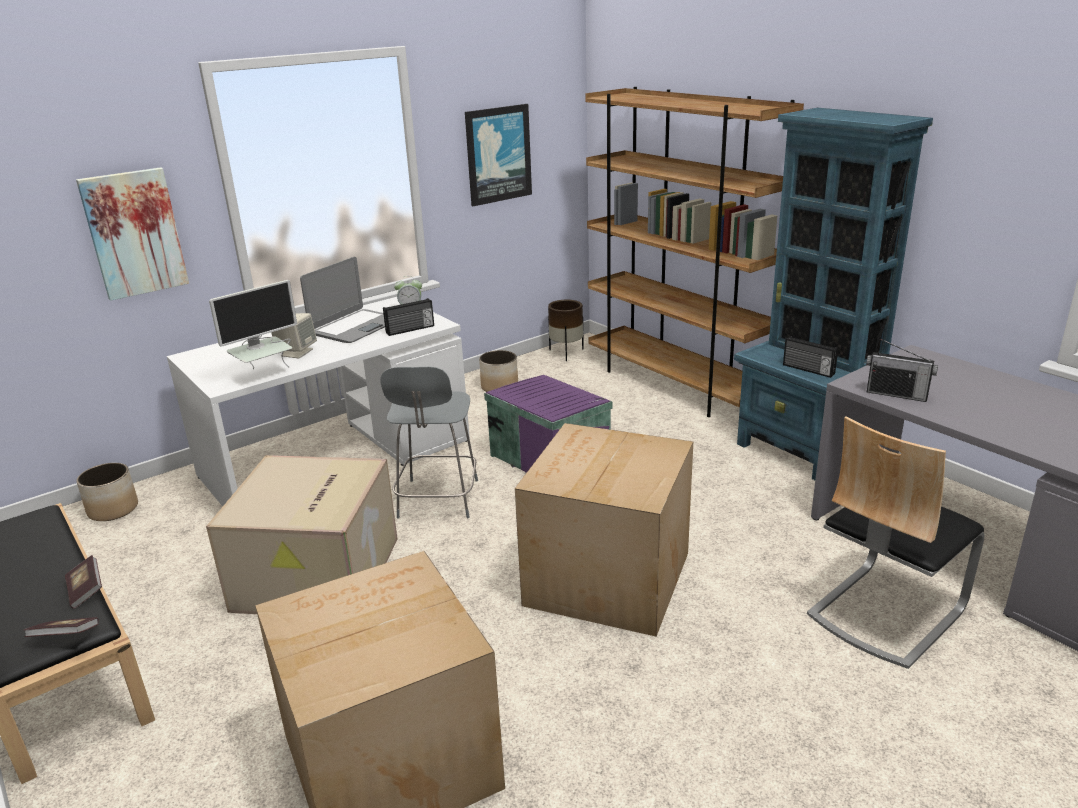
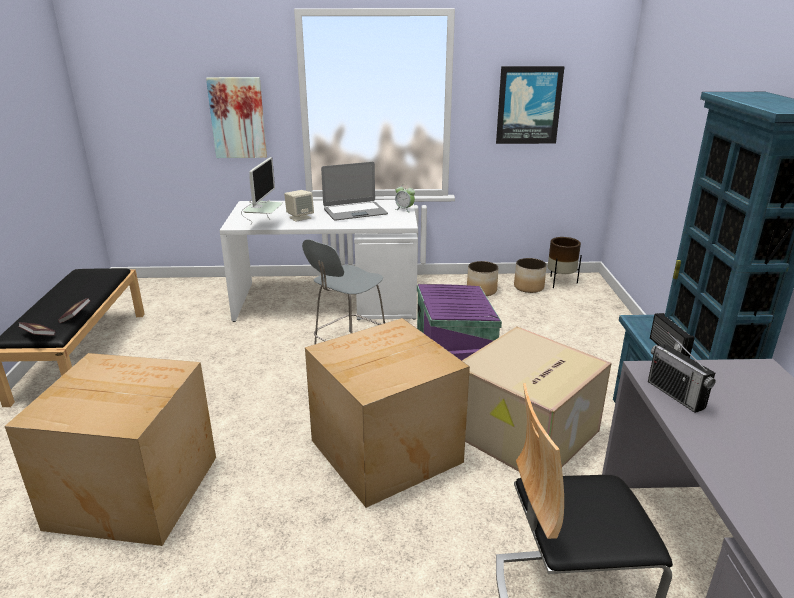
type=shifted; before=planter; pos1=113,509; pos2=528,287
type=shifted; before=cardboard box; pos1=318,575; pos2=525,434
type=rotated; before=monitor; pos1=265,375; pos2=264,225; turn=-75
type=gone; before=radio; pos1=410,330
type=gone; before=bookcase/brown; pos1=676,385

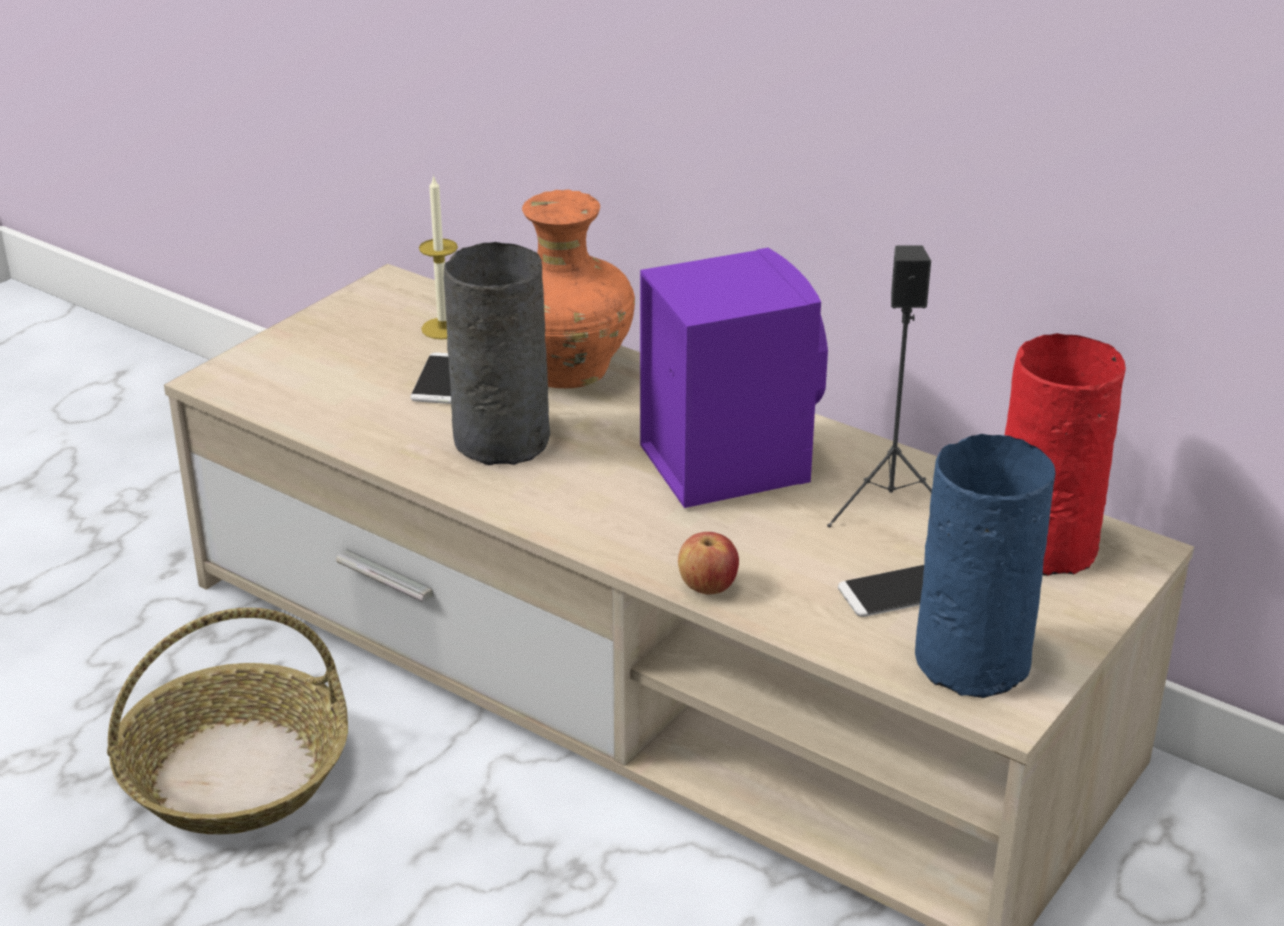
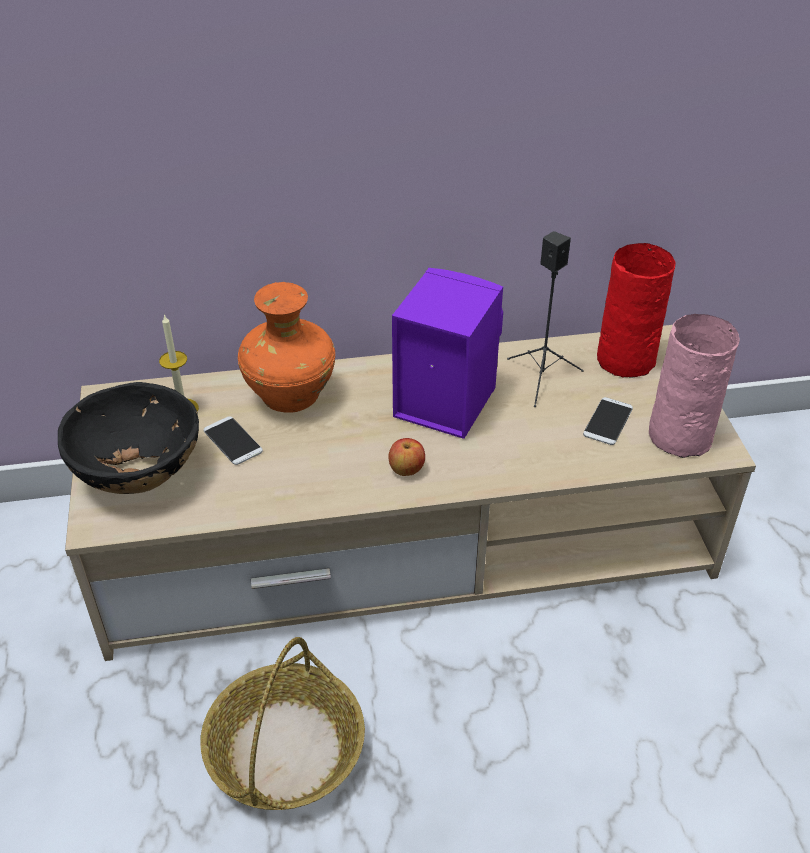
type=gone; before=vase/grey; pos1=503,438
type=shifted; before=apple; pos1=708,587; pos2=406,470
type=repainted; before=vase/blue; after=vase/pink; pos1=974,659; pos2=680,434
type=new; after=bowl/black; pos2=139,474

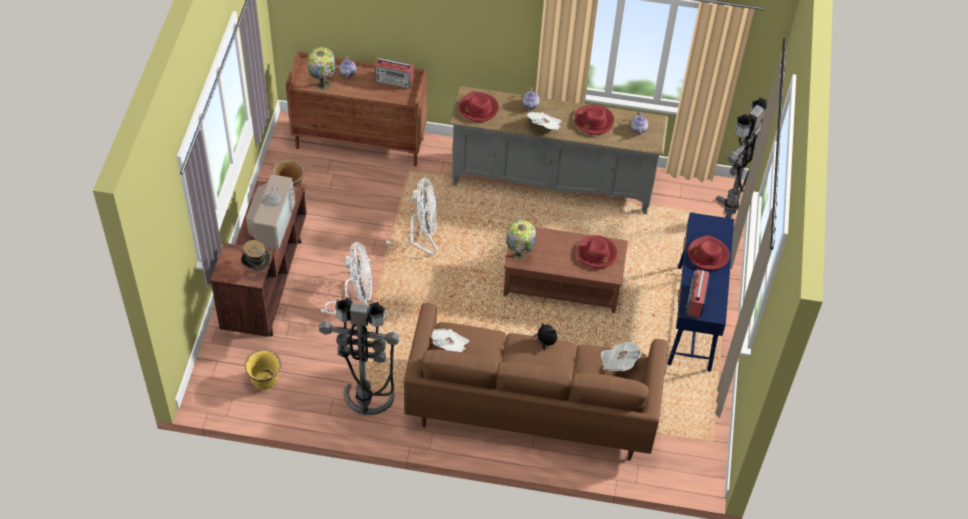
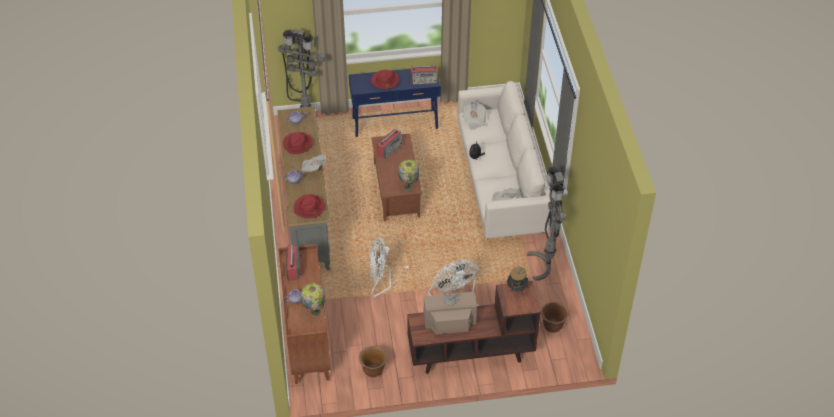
type=repainted; before=planter/yellow; after=planter/brown; pos1=265,380; pos2=552,326
type=rotated; before=fan/white; pos1=420,232; pos2=383,277; turn=-75
type=repainted; before=sofa/brown; after=sofa/white; pos1=531,406; pos2=500,184
type=swapped; before=hat/red; after=radio; pos1=597,254; pos2=390,149

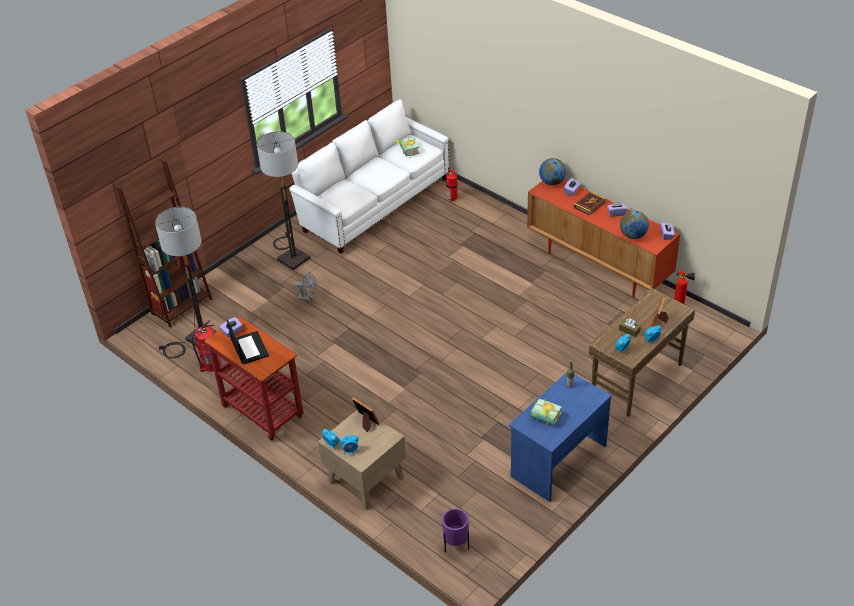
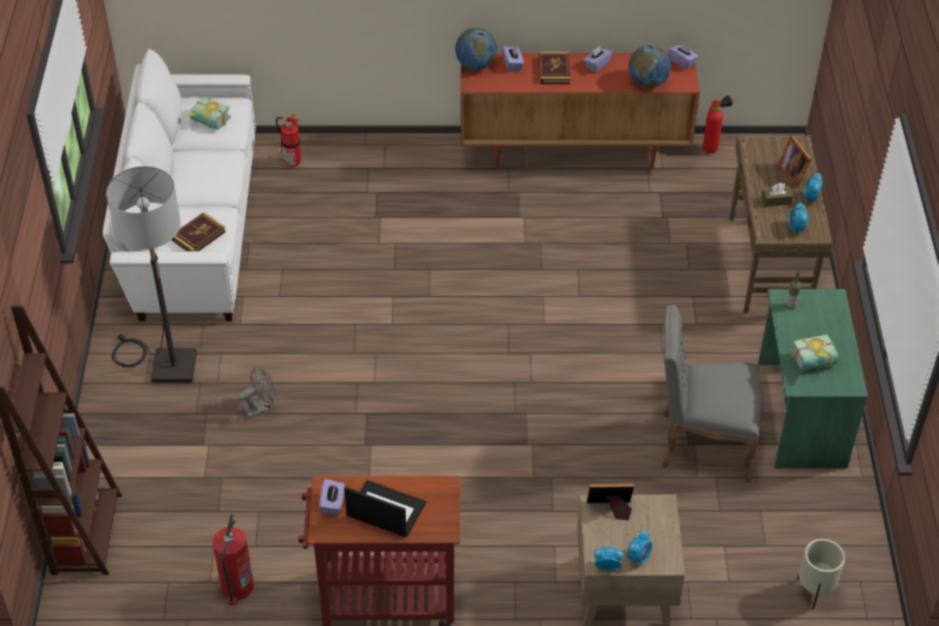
type=gone; before=floor lamp; pos1=194,342
type=repainted; before=planter/purple; after=planter/beige; pos1=456,545; pos2=814,592
type=repainted; before=desk/blue; after=desk/green; pos1=557,460; pos2=799,414
type=new; after=book; pos2=198,236
type=new; after=chair/grey; pos2=703,443

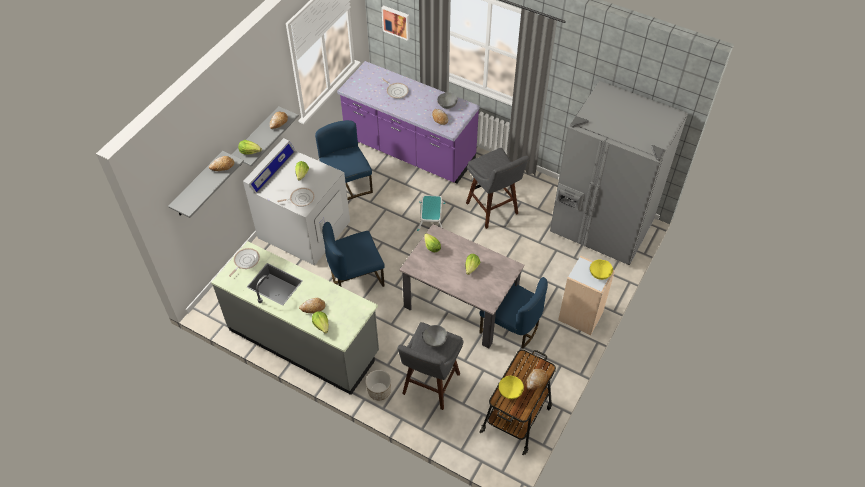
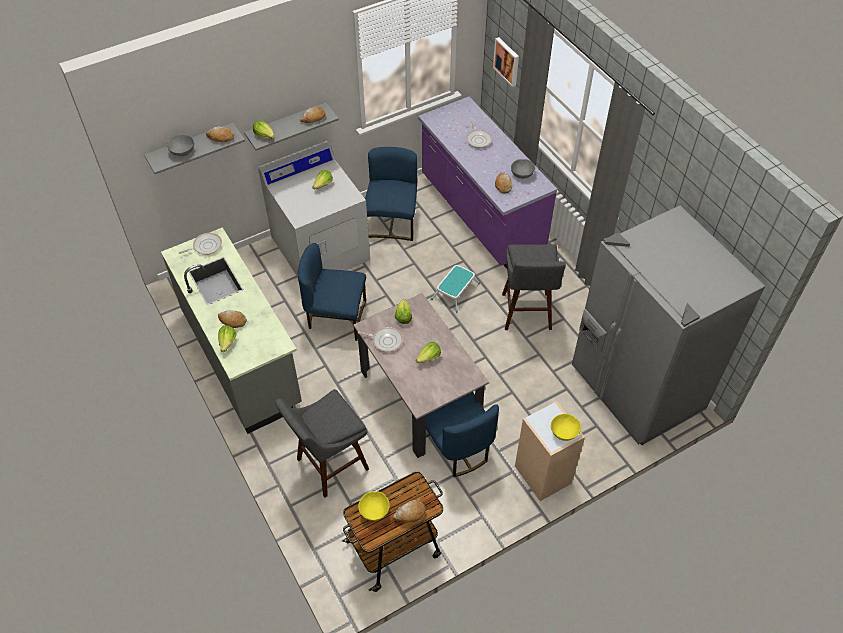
type=shifted; before=frying pan; pos1=300,199; pos2=385,340
type=gone; before=planter; pos1=379,391
type=shifted; before=bowl/grey; pos1=435,340; pos2=182,152

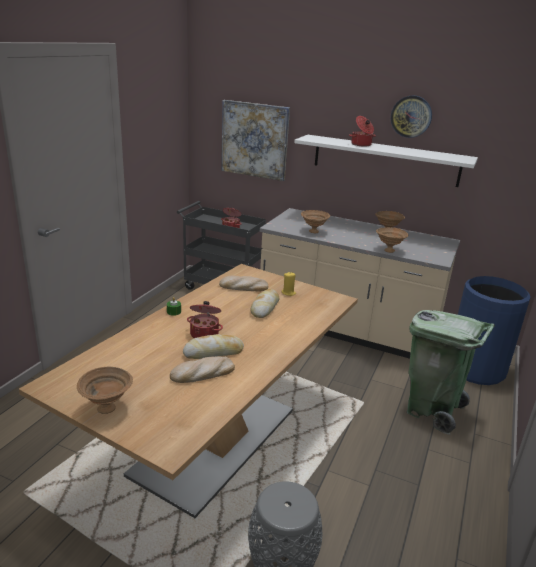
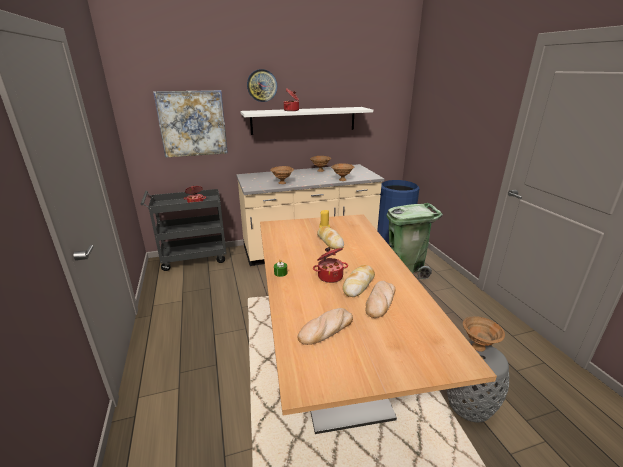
type=shifted; before=bowl/brown; pos1=107,408; pos2=477,346
type=shifted; before=bread; pos1=243,287; pos2=326,329
type=shifted; before=wall clock; pos1=411,116; pos2=262,85

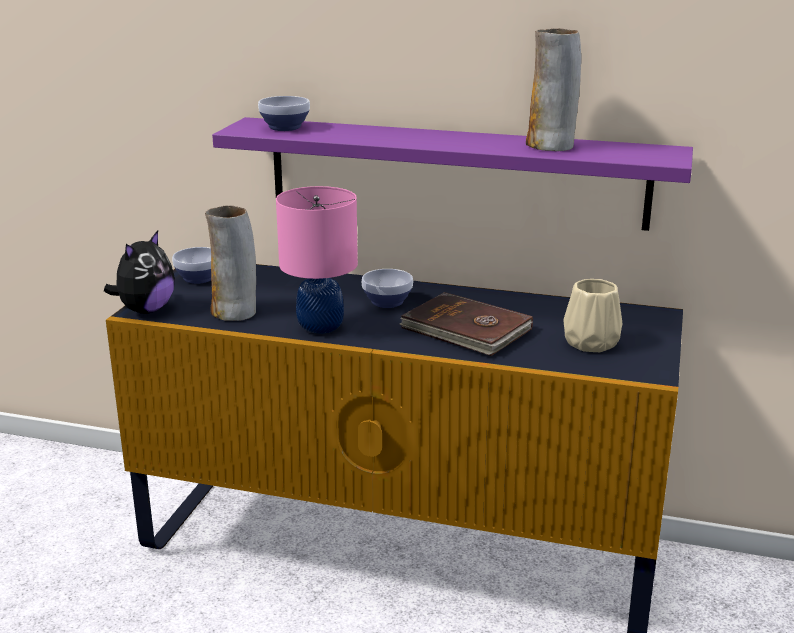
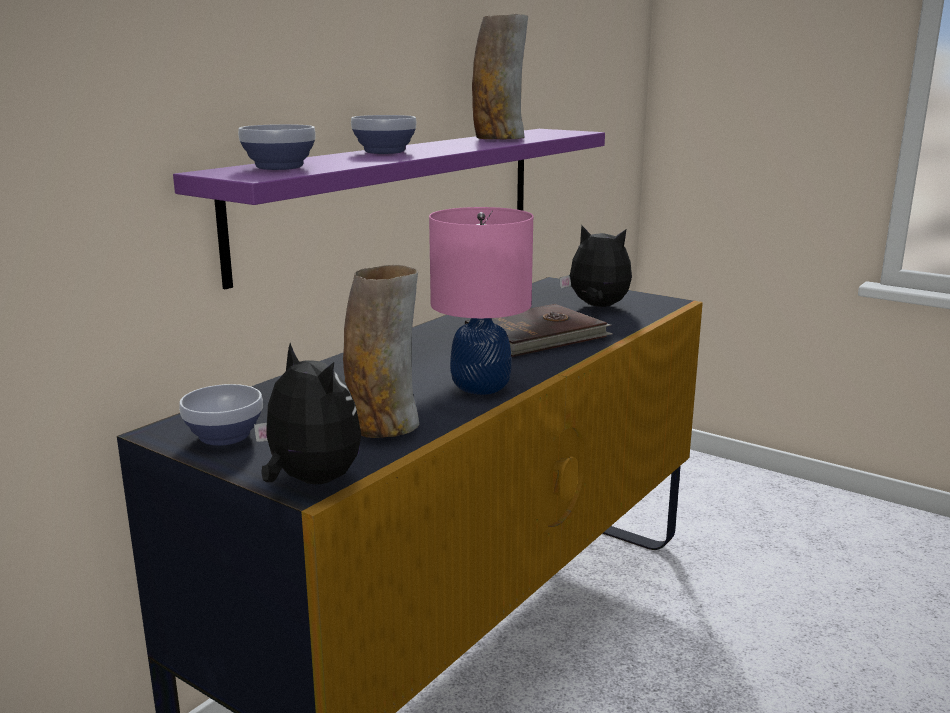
type=shifted; before=bowl; pos1=385,302; pos2=384,152
type=swapped; before=vase/beige; after=plush toy; pos1=589,342; pos2=597,307

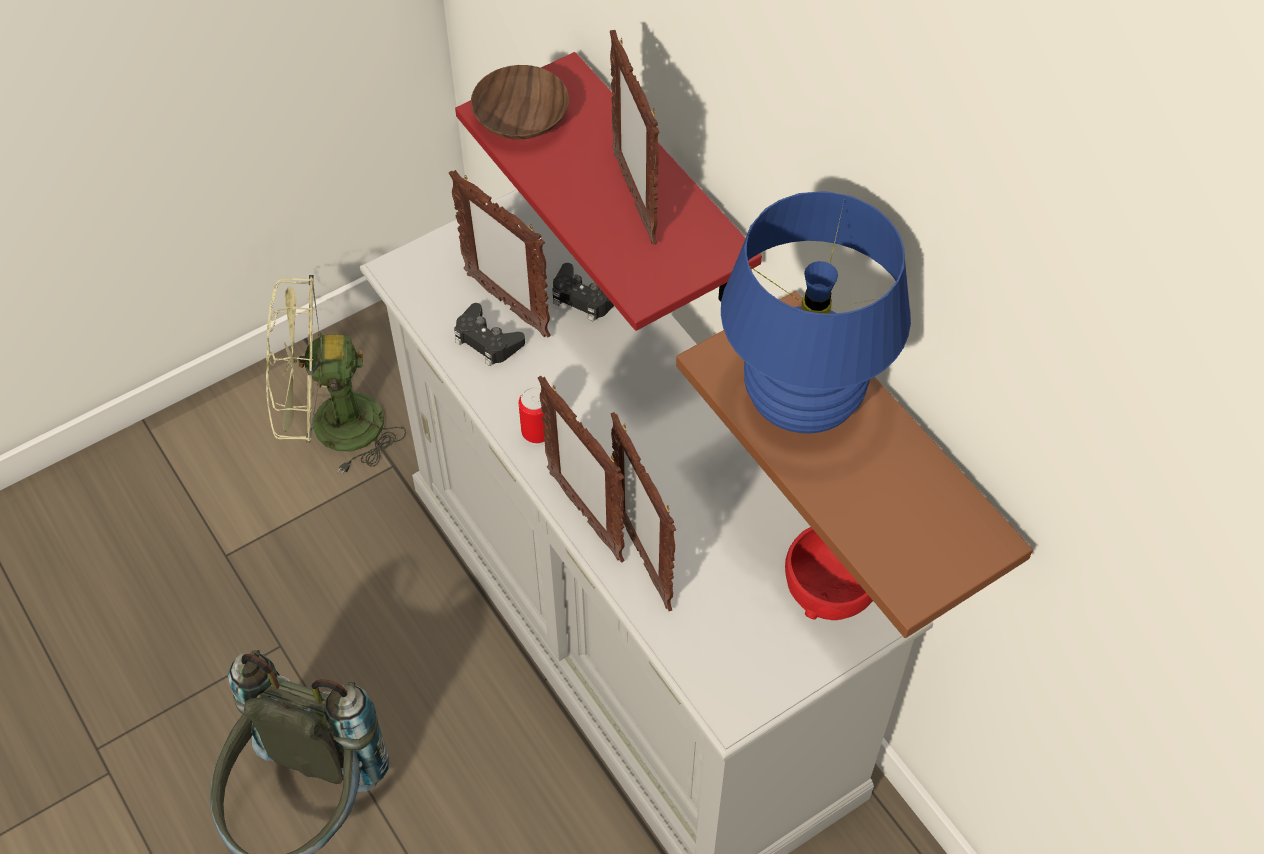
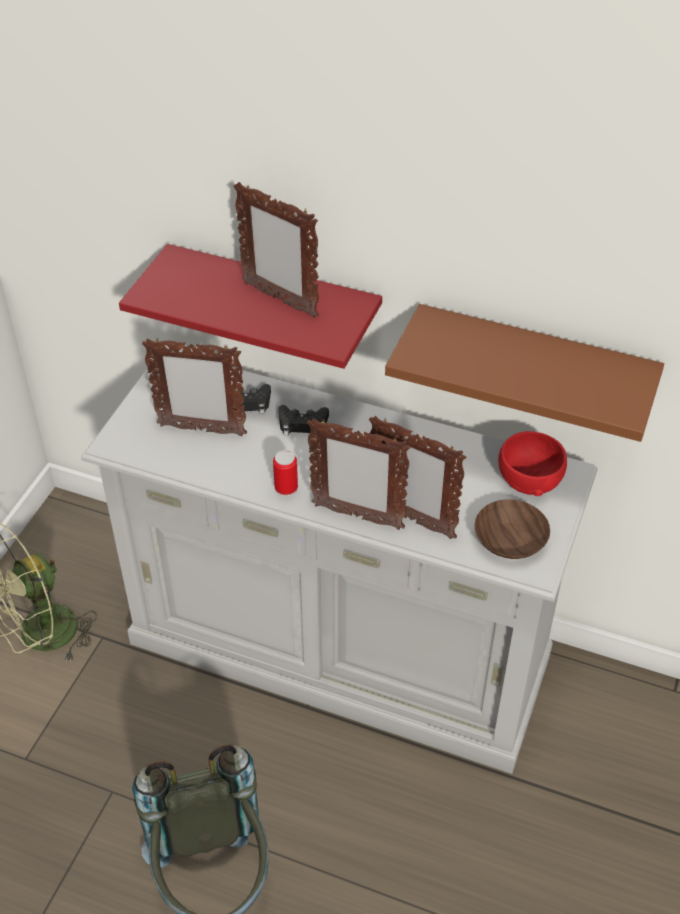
type=shifted; before=game controller/black; pos1=487,340; pos2=302,424
type=shifted; before=bowl/brown; pos1=520,119; pos2=511,541
type=gone; before=table lamp/blue; pos1=801,402

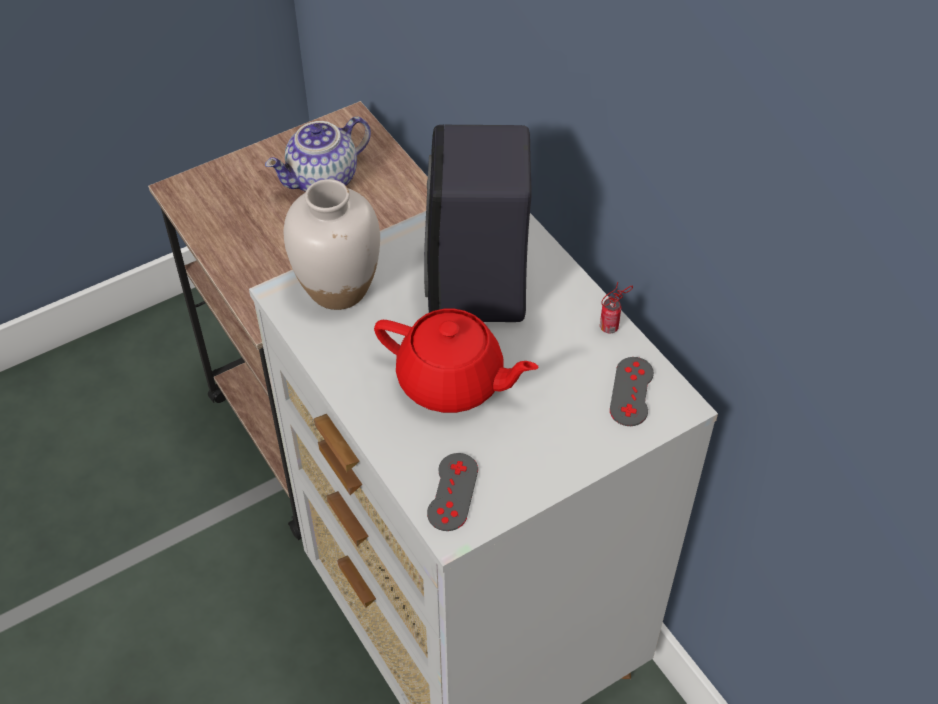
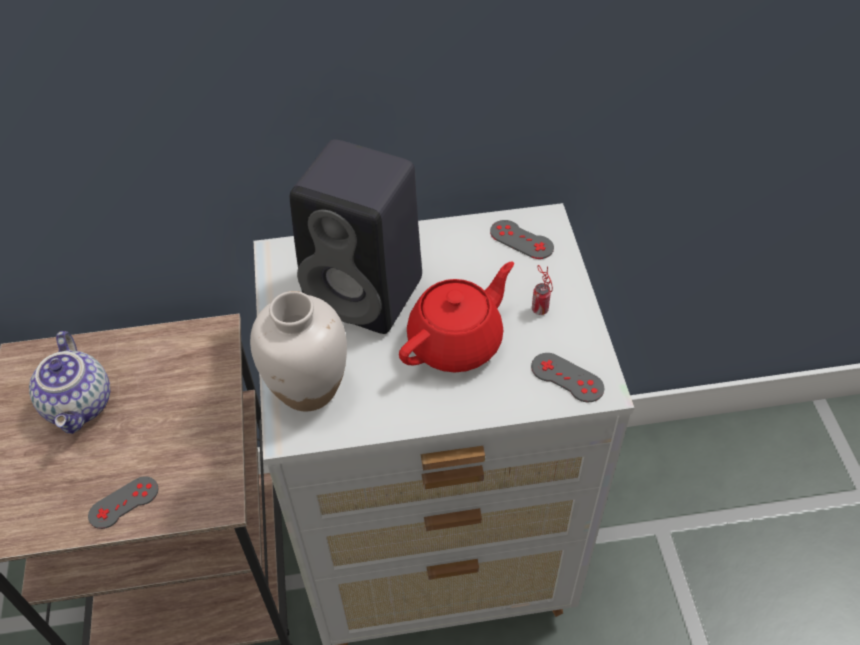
type=shifted; before=can; pos1=611,326; pos2=539,308
type=new; after=game controller/grey; pos2=123,502

